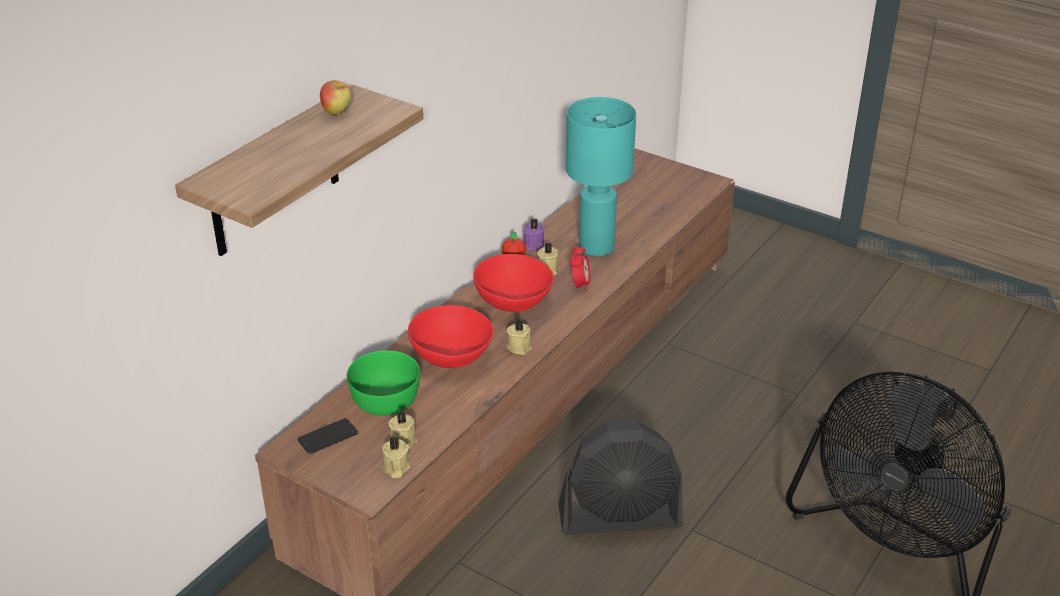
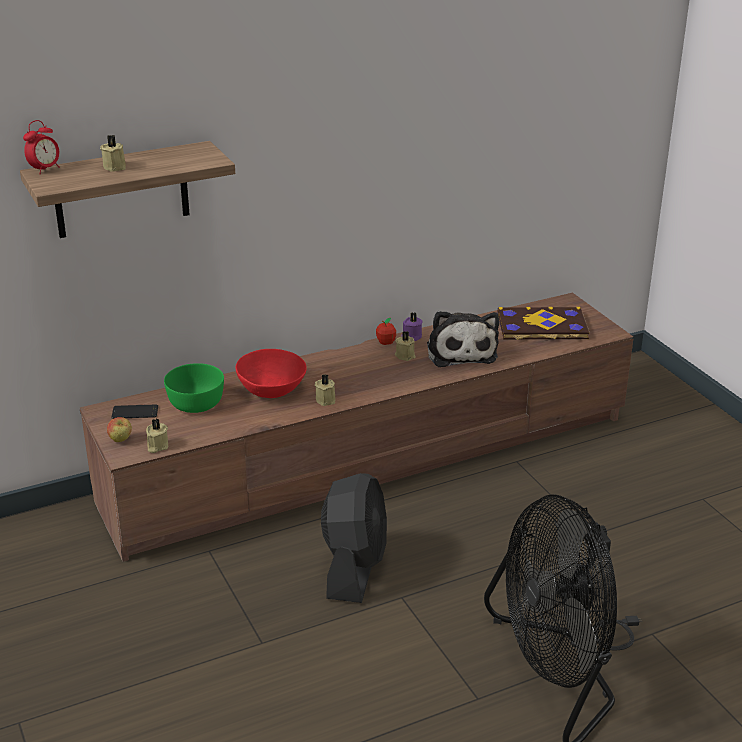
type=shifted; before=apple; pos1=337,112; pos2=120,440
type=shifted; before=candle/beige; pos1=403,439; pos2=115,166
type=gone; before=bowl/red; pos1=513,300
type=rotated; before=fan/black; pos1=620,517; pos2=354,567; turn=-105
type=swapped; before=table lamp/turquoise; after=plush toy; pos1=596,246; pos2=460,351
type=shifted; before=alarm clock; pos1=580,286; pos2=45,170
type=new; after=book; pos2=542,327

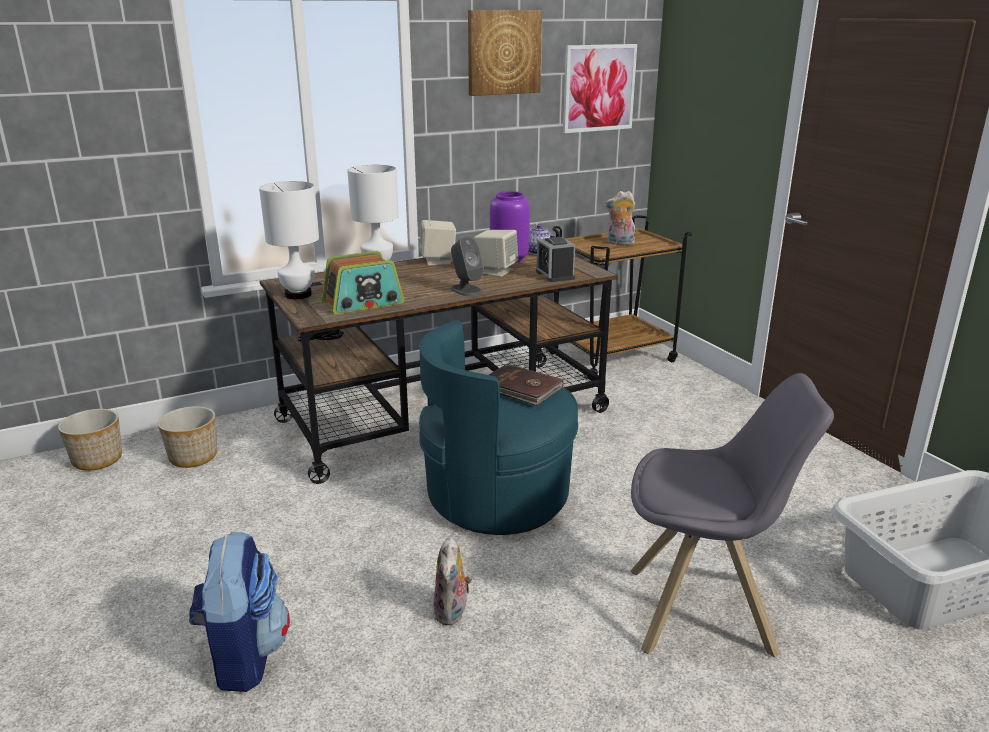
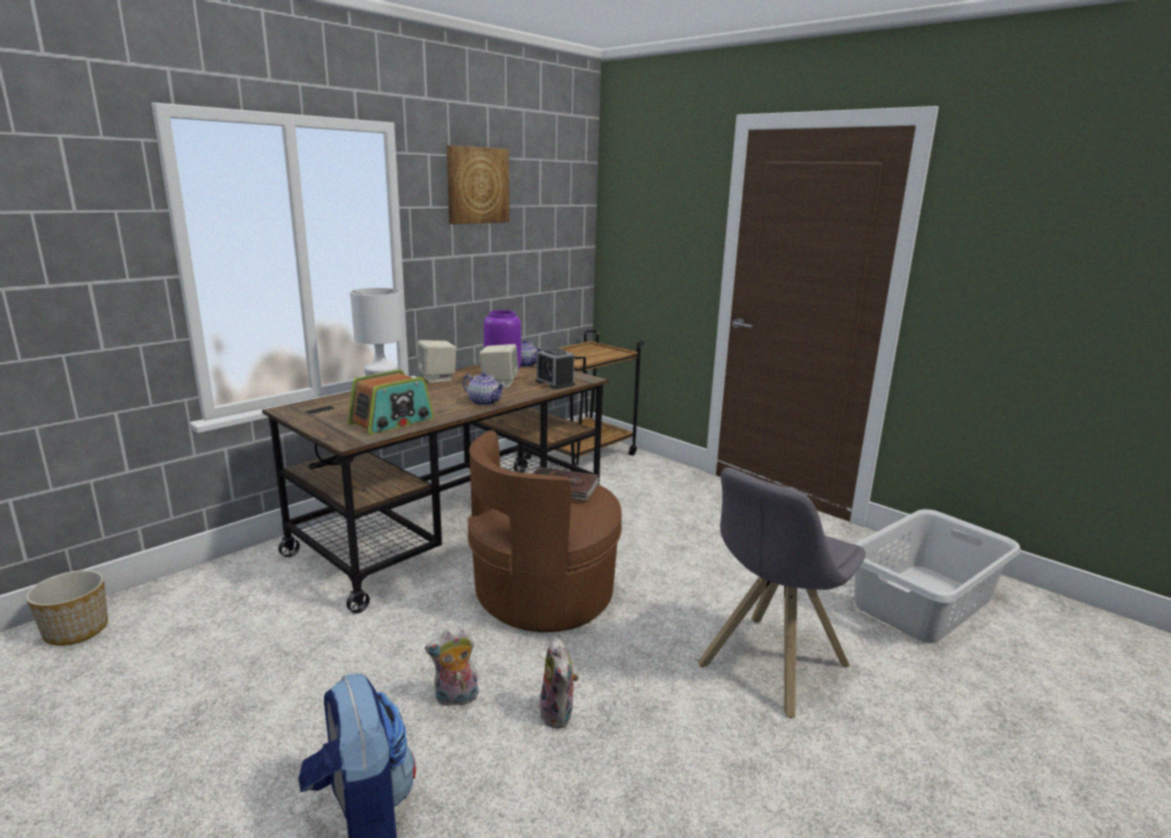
type=gone; before=planter; pos1=193,456
type=gone; before=table lamp/white; pos1=298,295
type=repainted; before=armchair/turquoise; after=armchair/brown; pos1=498,495; pos2=544,593
type=swapped; before=speaker/grey; after=teapot; pos1=466,290; pos2=484,402
type=gone; before=picture; pos1=598,88
type=shifted; before=plush toy; pos1=619,243; pos2=455,699
type=rotated; before=chair/grey; pos1=701,612; pos2=771,664; turn=150

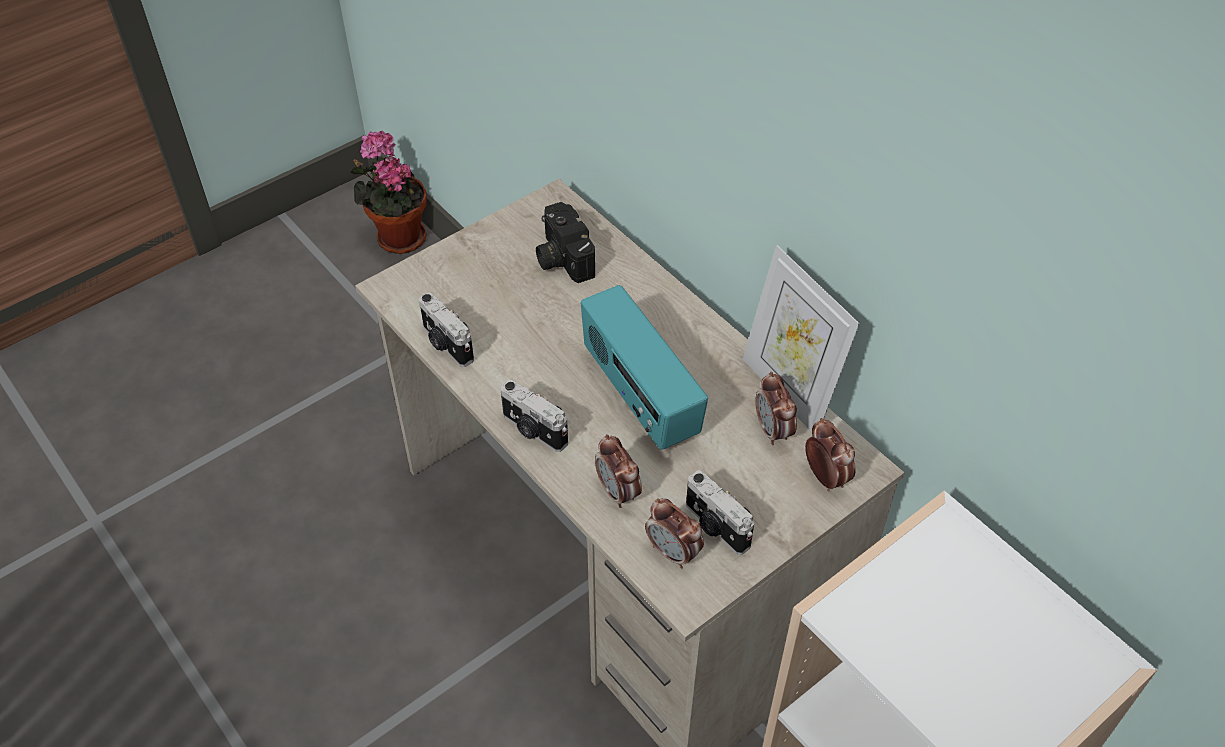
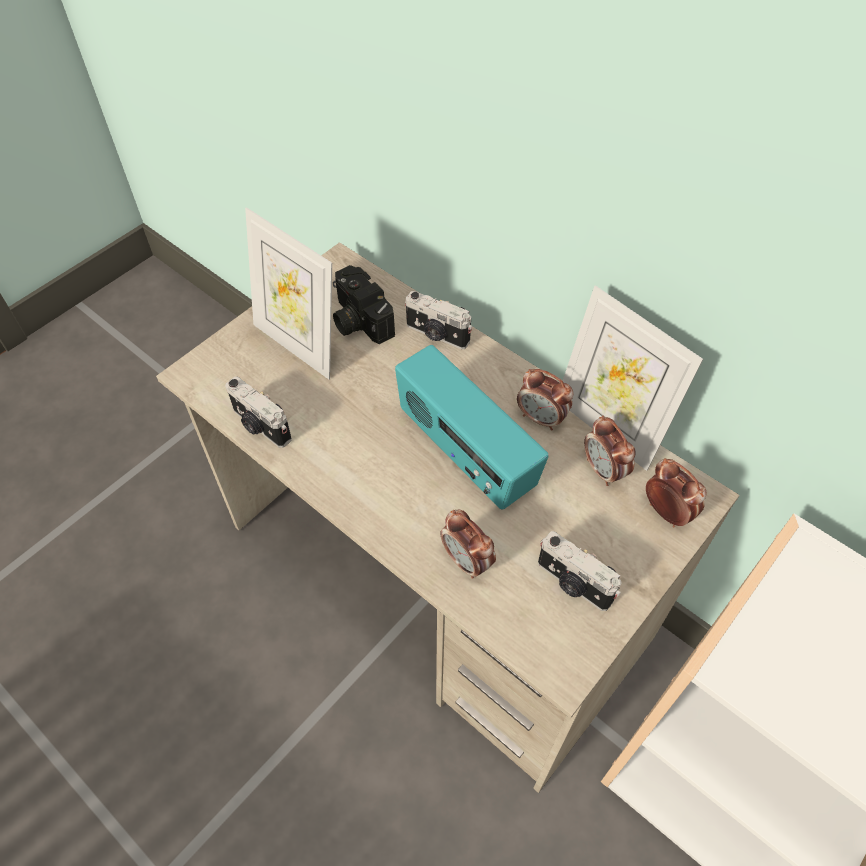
type=gone; before=potted plant; pos1=397,237
type=shifted; before=photo camera; pos1=533,431; pos2=437,335
type=shifted; before=alarm clock; pos1=673,553; pos2=541,418
type=new; after=picture frame; pos2=299,345

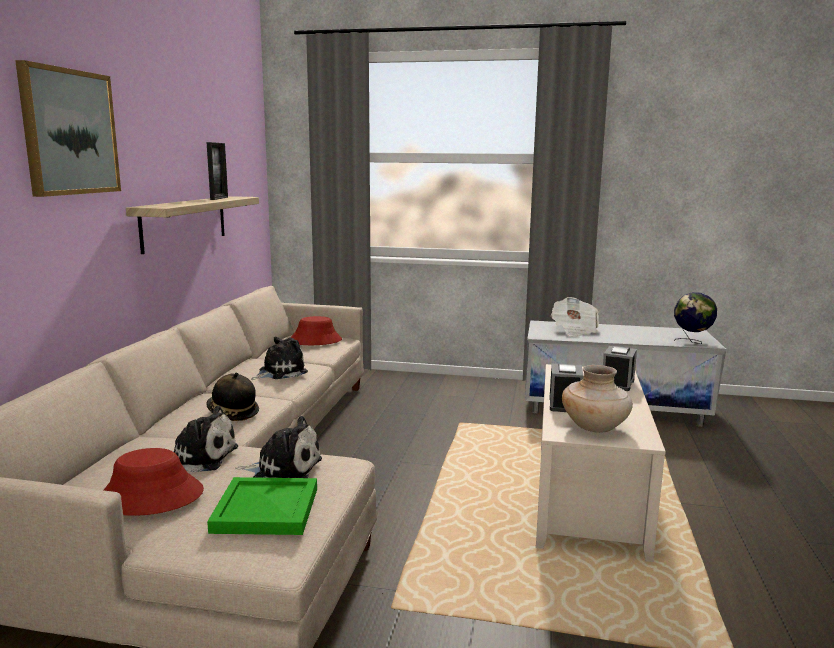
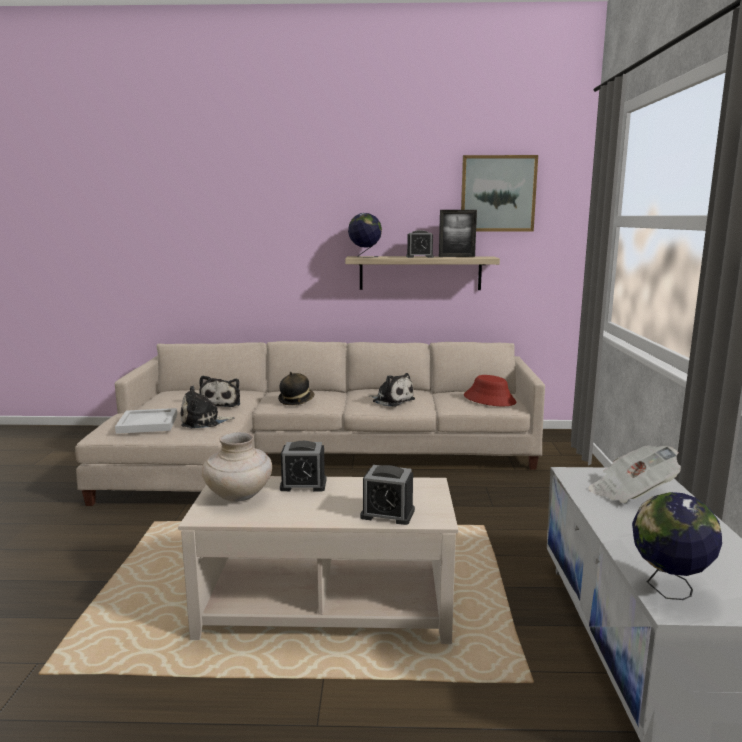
type=shifted; before=picture; pos1=69,132; pos2=498,194
type=gone; before=hat/red; pos1=151,496
type=repainted; before=tray/green; after=tray/white; pos1=265,509; pos2=148,423
type=rotated; before=plush toy; pos1=283,469; pos2=203,422; turn=75
type=new; after=globe; pos2=364,257
type=new; after=alarm clock; pos2=419,257

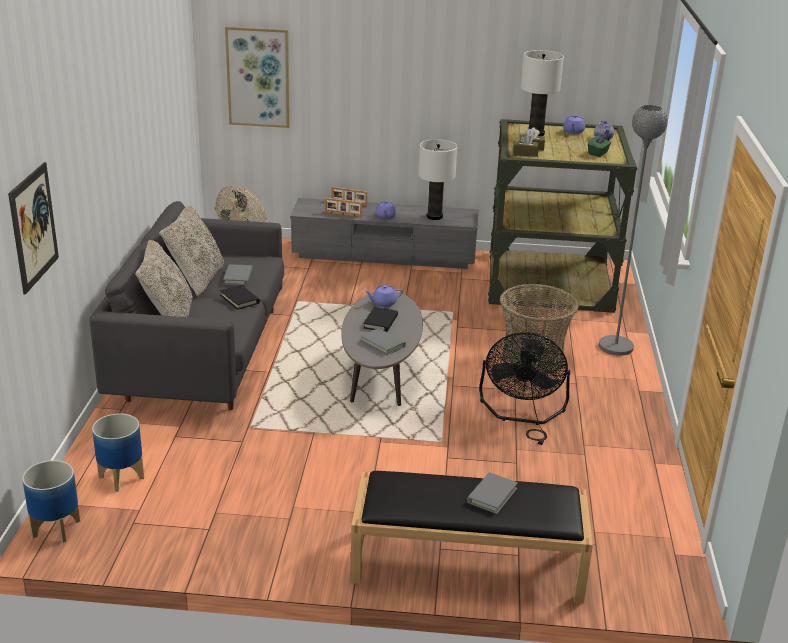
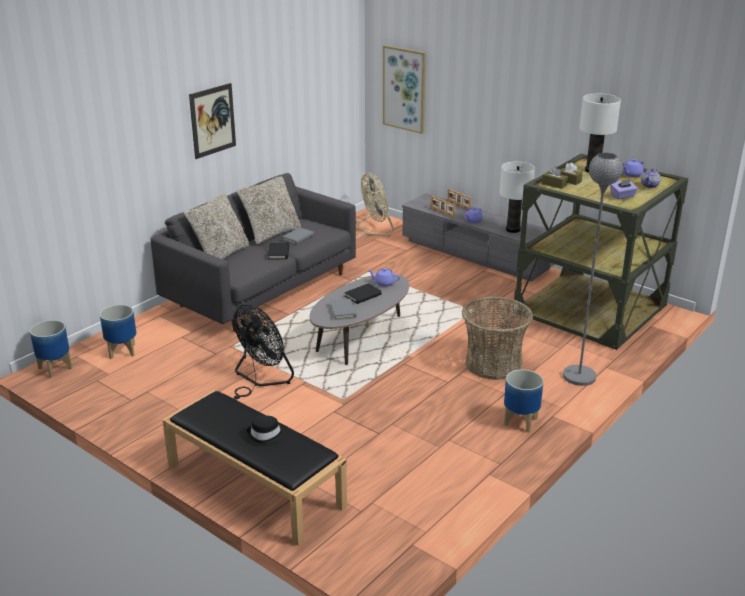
type=shifted; before=picture; pos1=33,227; pos2=212,120
type=swapped; before=book/grey; after=hat/black; pos1=492,495; pos2=266,435
type=shifted; before=fan/black; pos1=524,416; pos2=256,376
type=repainted; before=tissue box/green; after=tissue box/purple; pos1=598,153; pos2=622,196
type=new; after=planter; pos2=520,421

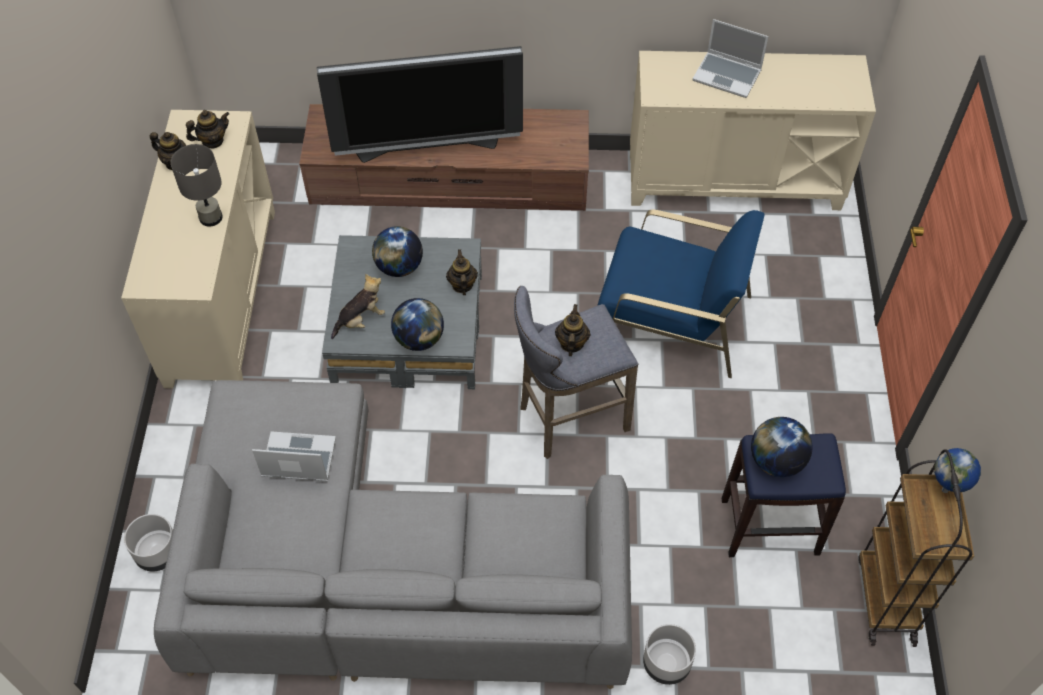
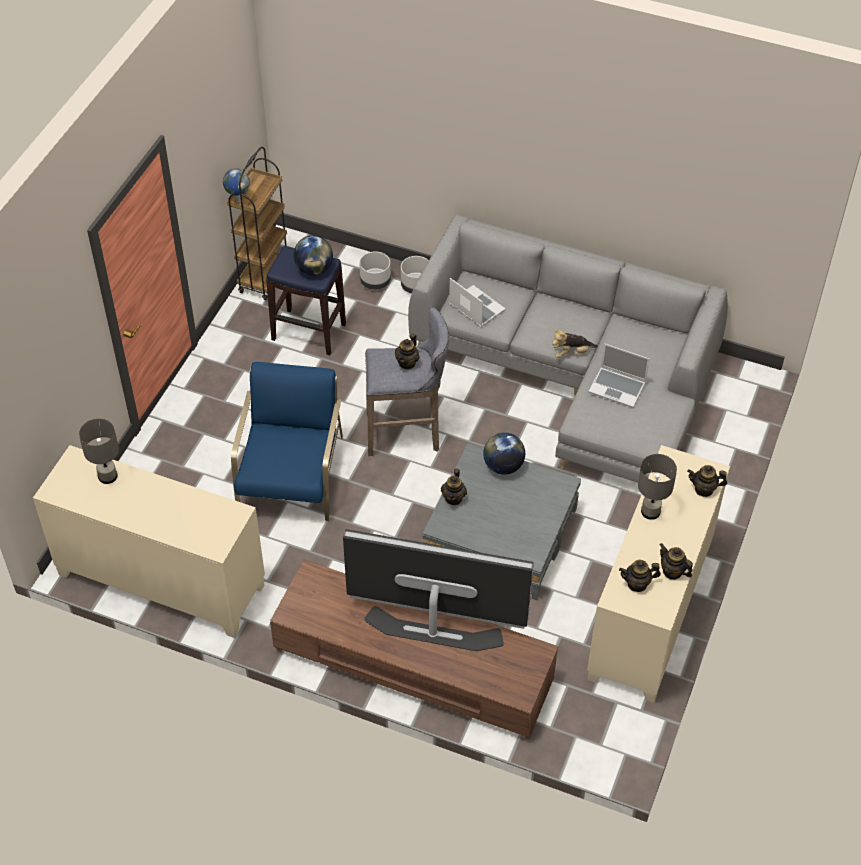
type=shifted; before=planter/grey; pos1=158,553; pos2=375,281
type=shifted; before=plush toy; pos1=361,320; pos2=571,353
type=gone; before=globe; pos1=399,267
type=rotated; before=armchair/blue; pos1=670,320; pos2=291,479; turn=60
type=shifted; before=laptop; pos1=728,76; pos2=475,307
type=new; after=table lamp/grey; pos2=107,476
type=new; after=teapot; pos2=704,489

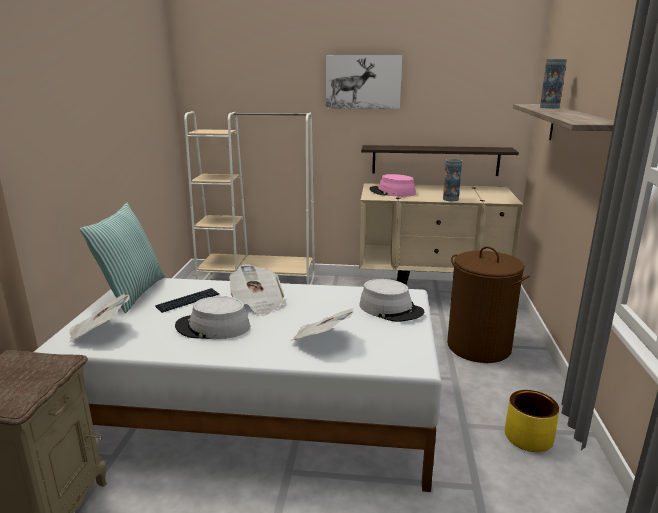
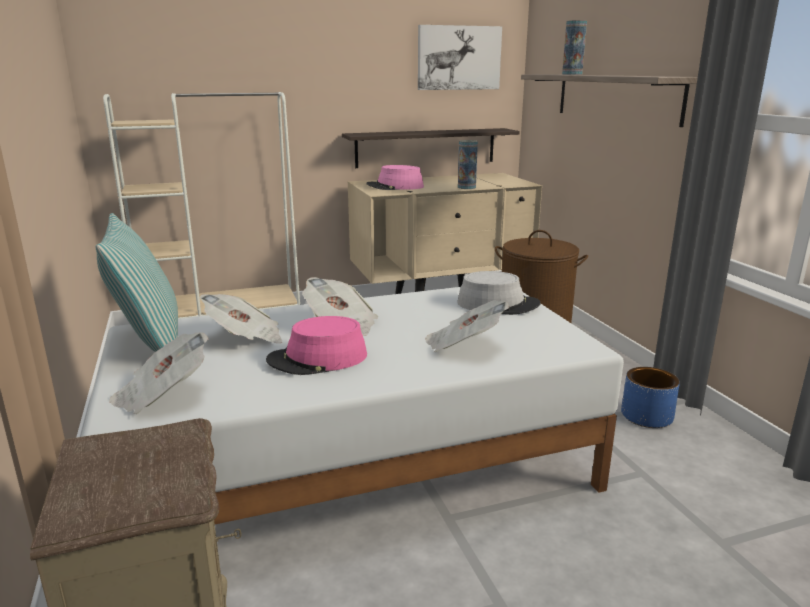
type=swapped; before=keyboard; after=newspaper; pos1=188,301; pos2=246,338
type=repainted; before=hat/grey; after=hat/pink; pos1=213,327; pos2=318,359
type=shifted; before=picture; pos1=363,82; pos2=458,58
type=repainted; before=planter/yellow; after=planter/blue; pos1=528,437; pos2=646,416

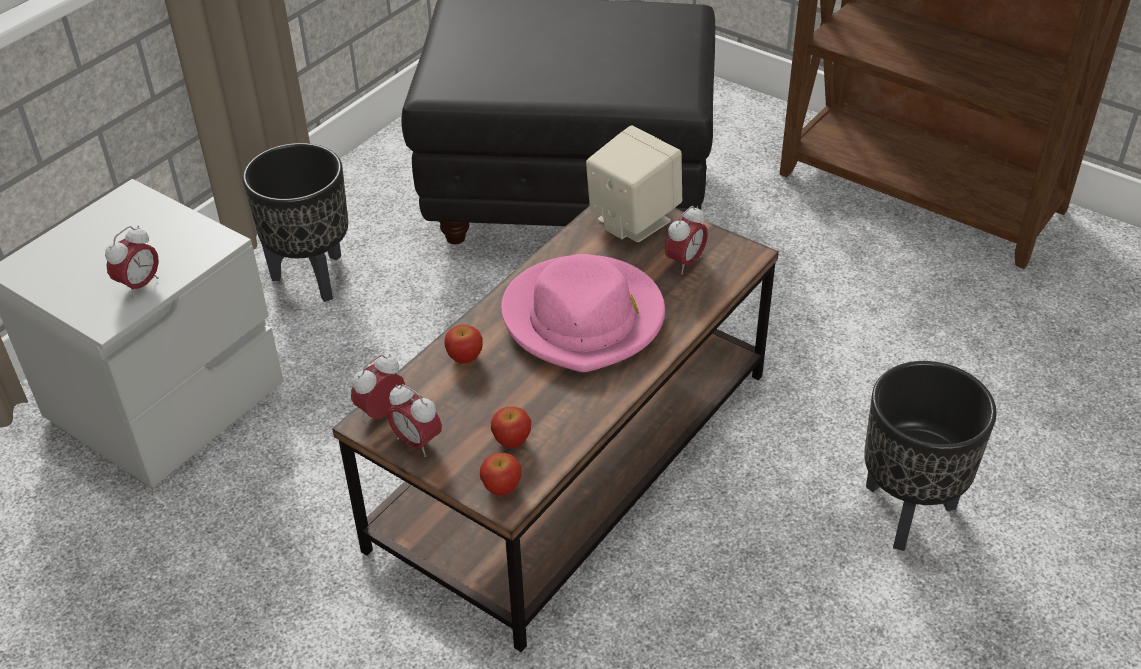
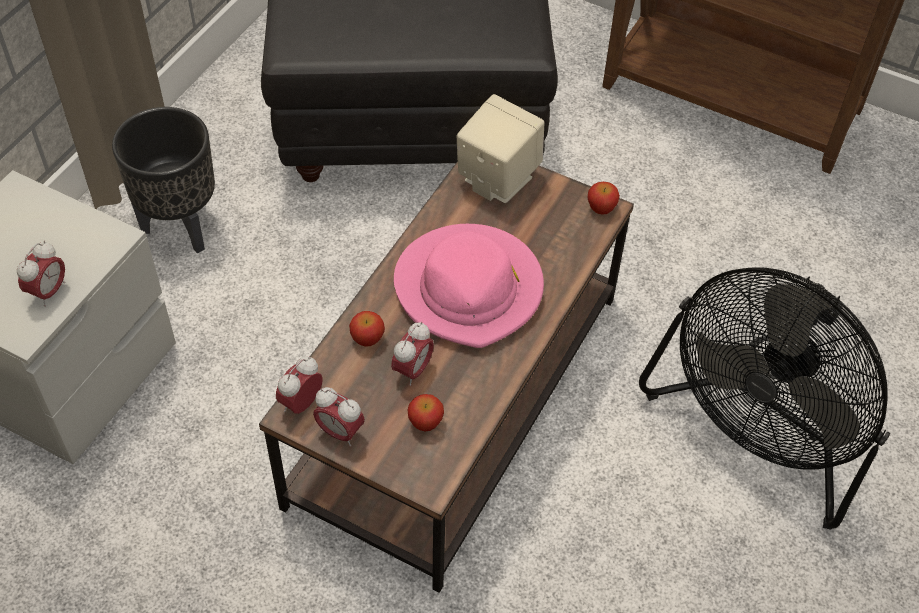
type=shifted; before=apple; pos1=501,487; pos2=601,208
type=shifted; before=alarm clock; pos1=685,263; pos2=412,370
type=swapped; before=planter/black; after=fan/black; pos1=908,512; pos2=754,426

